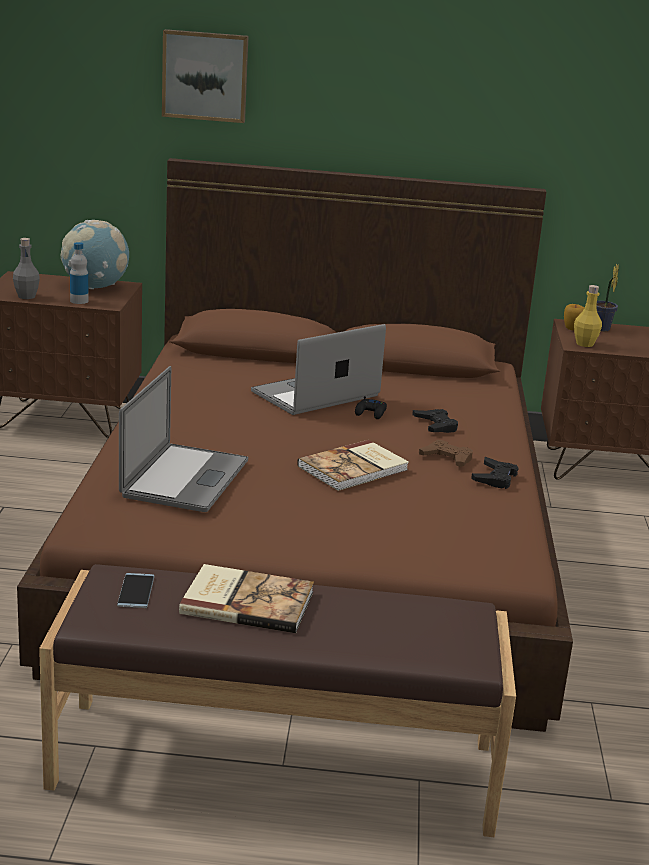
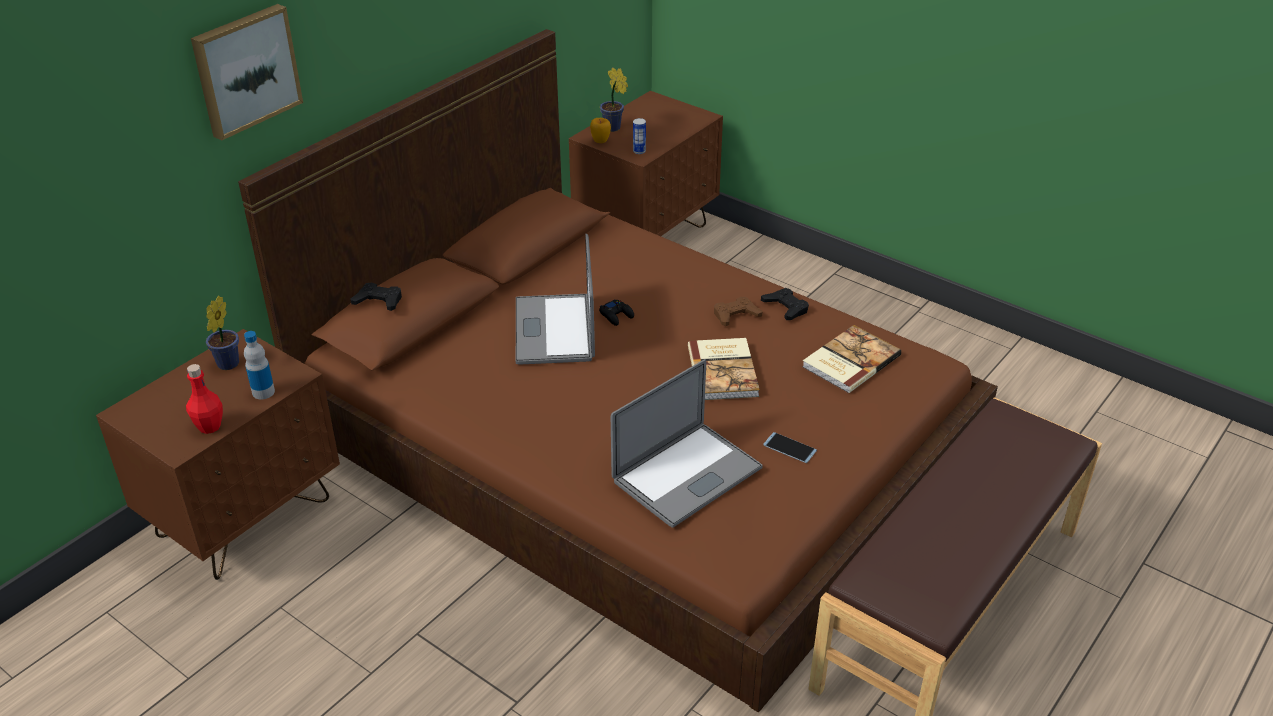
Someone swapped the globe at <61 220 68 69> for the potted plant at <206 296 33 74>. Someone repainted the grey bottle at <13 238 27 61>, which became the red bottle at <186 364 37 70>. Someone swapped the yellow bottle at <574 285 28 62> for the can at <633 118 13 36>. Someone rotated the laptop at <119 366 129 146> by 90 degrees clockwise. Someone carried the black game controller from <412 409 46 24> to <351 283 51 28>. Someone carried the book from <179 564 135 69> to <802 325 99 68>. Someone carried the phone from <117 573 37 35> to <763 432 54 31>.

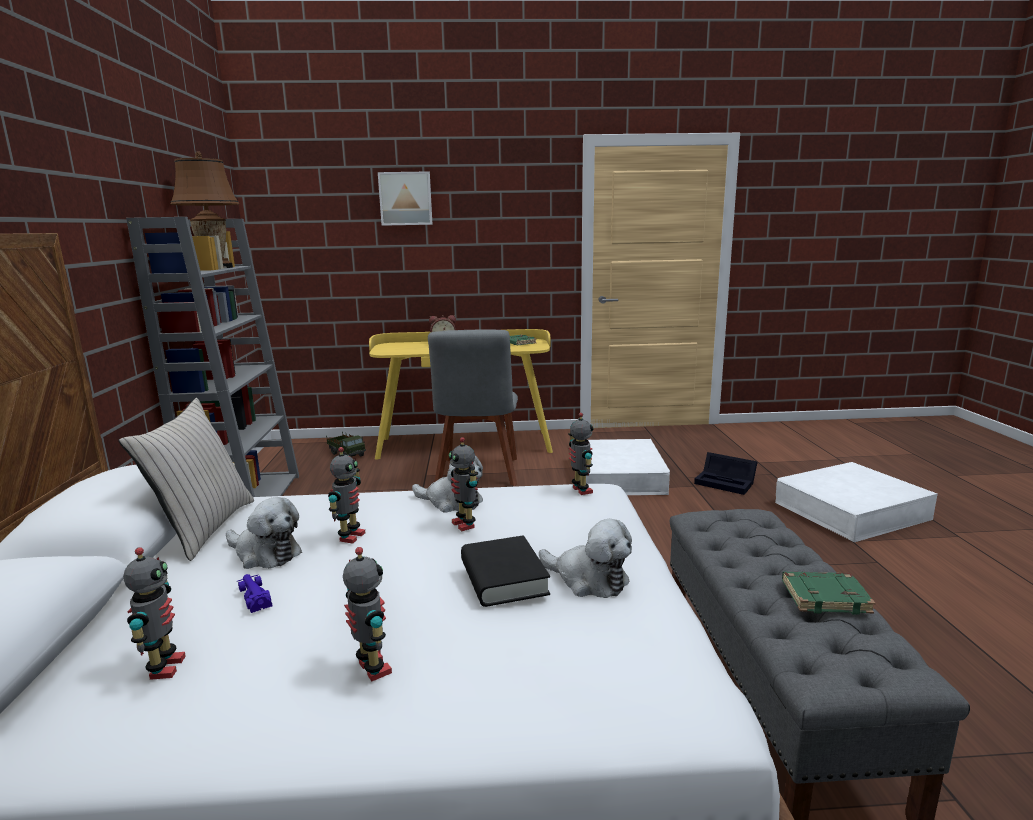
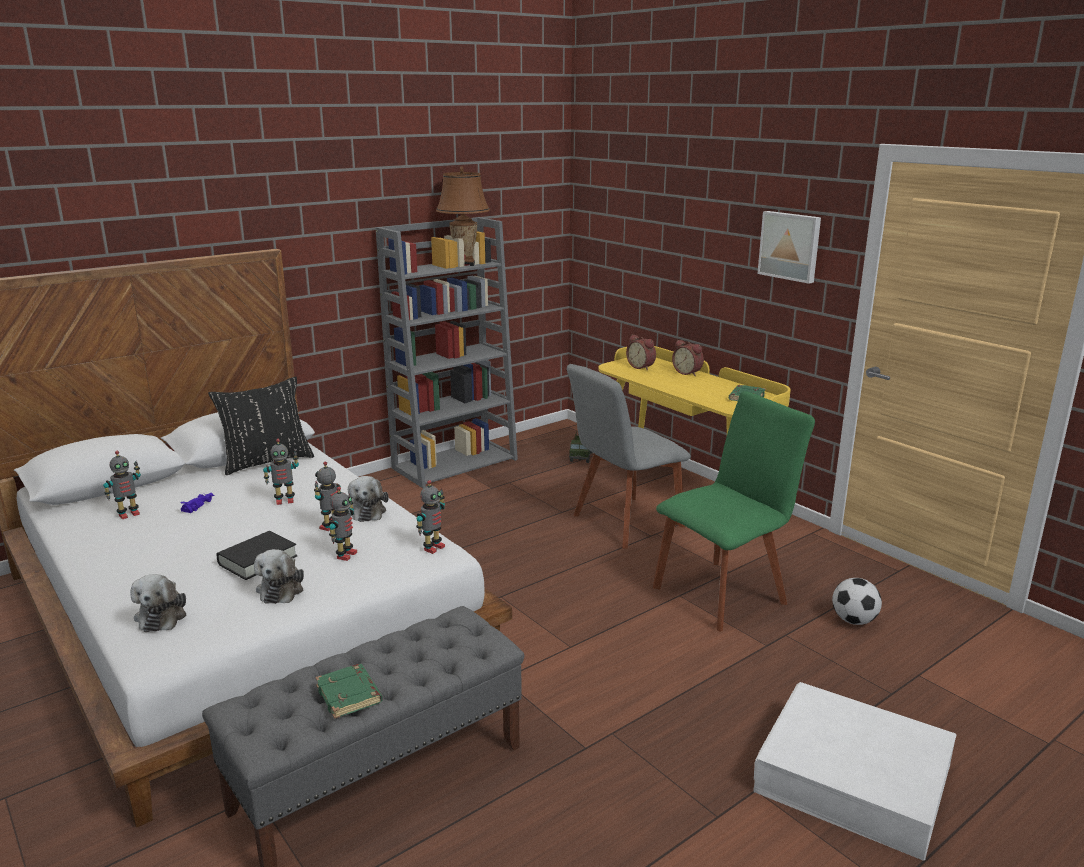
Someone carried the picture from <378 171 55 55> to <757 211 64 73>. Someone repainted the beige pillow at <119 398 135 163>, which became the black pillow at <208 376 106 99>. Someone swapped the white storage box at <586 439 84 56> for the green chair at <653 391 162 240>. Someone took away the black storage box at <694 452 64 43>. Someone carried the plush toy from <226 497 76 72> to <130 574 56 58>. Someone carried the toy robot from <343 547 49 134> to <329 486 28 75>. Someone put down the alarm clock at <626 335 30 35>. Someone put down the football at <832 578 50 47>.

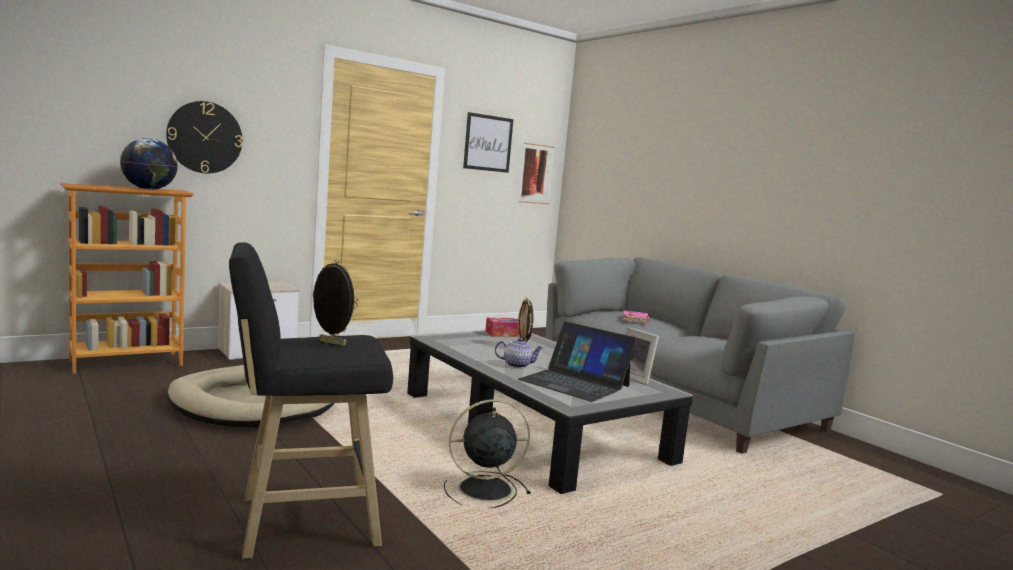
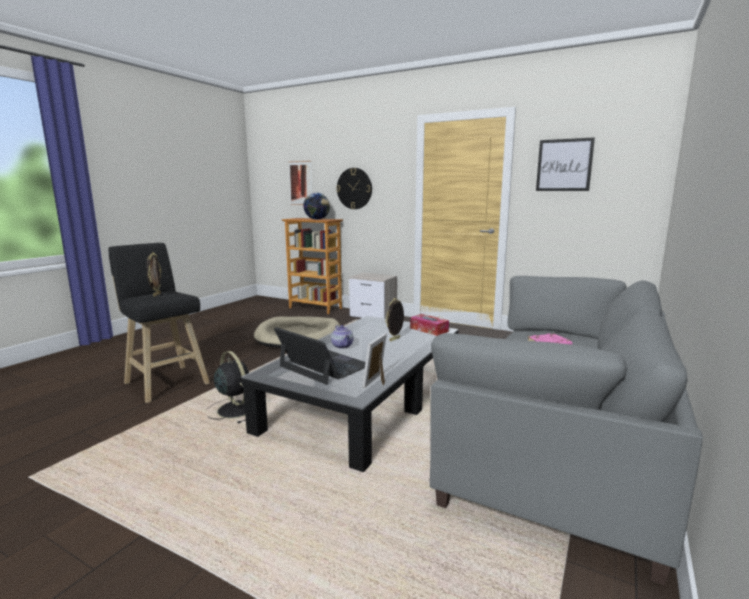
Someone carried the picture from <519 143 36 61> to <288 161 24 44>. Someone rotated the laptop at <518 321 119 81> by 120 degrees clockwise.

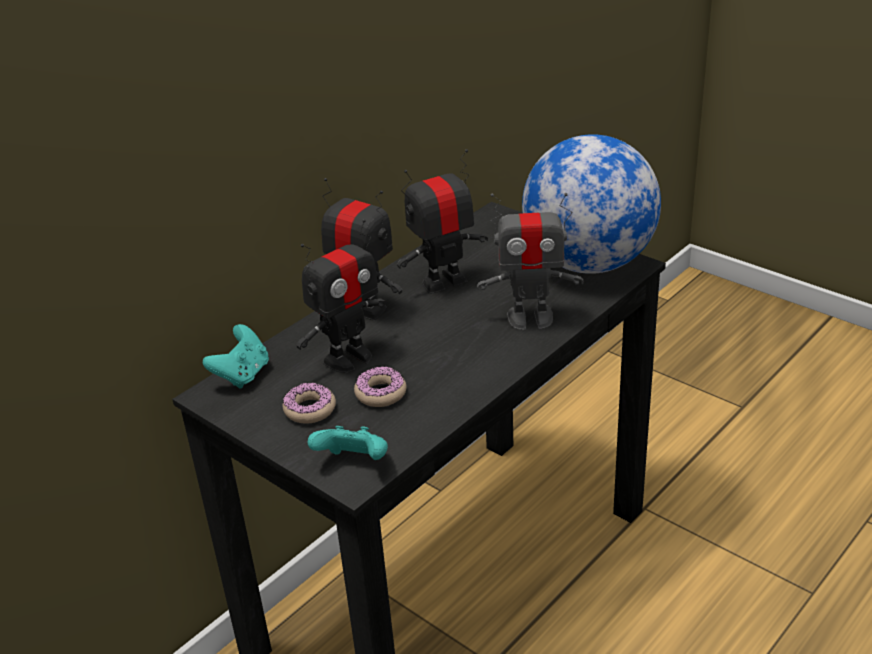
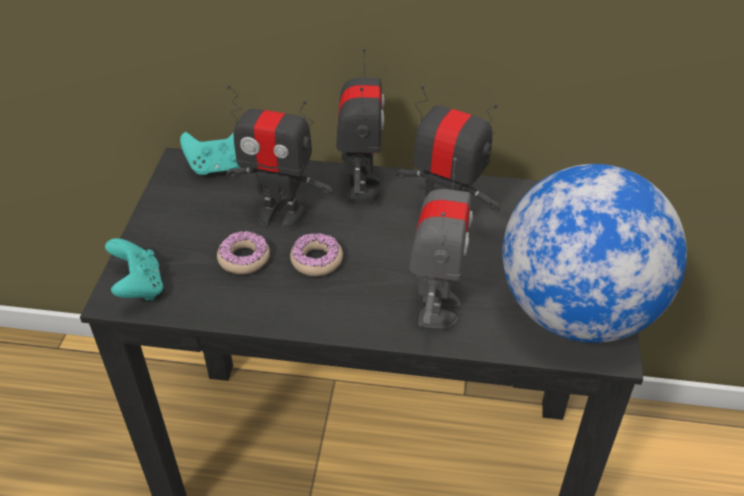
Someone rotated the toy robot at <477 193 107 137> by 135 degrees counterclockwise. Someone carried the donut from <283 382 53 41> to <290 233 53 43>.

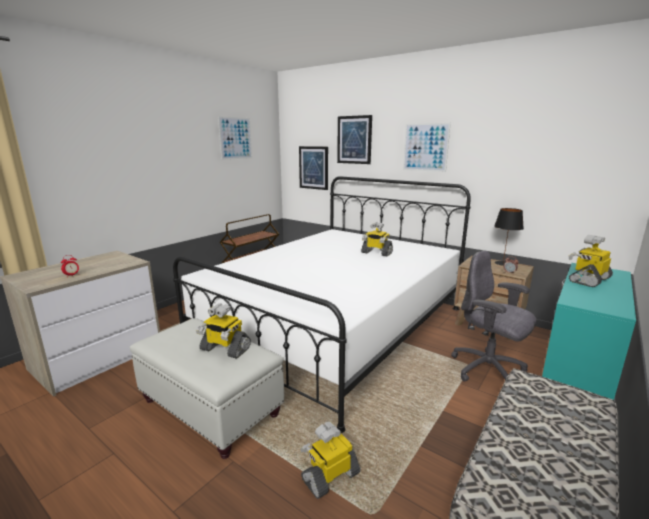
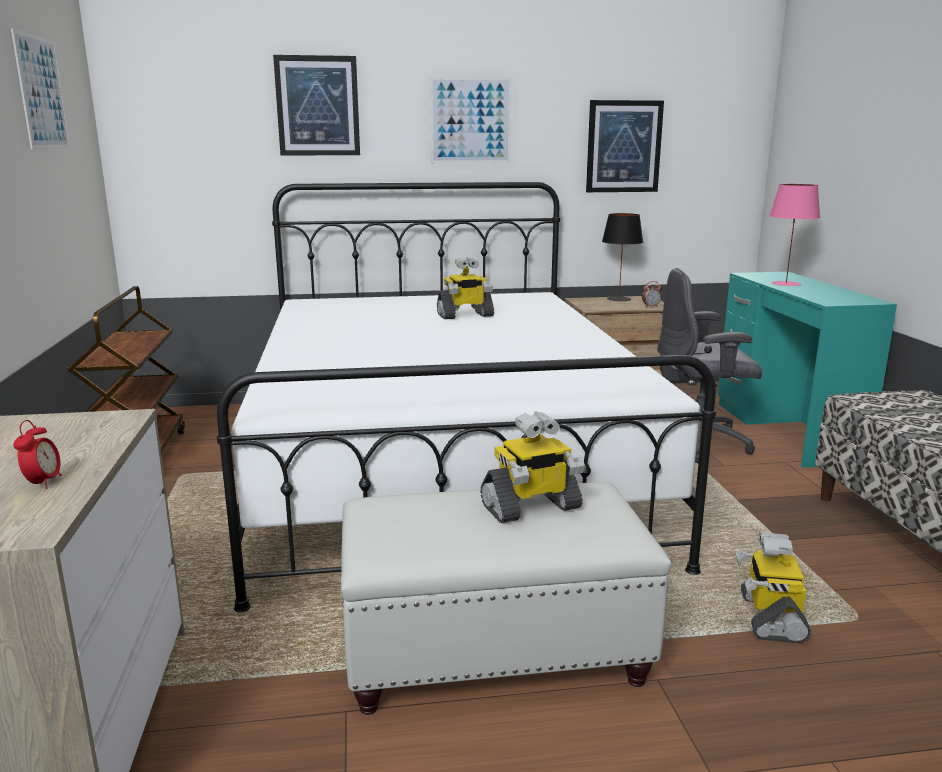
Someone carried the picture from <299 146 29 44> to <586 100 78 92>. Someone swapped the toy robot at <568 235 45 52> for the pink table lamp at <769 184 51 102>.

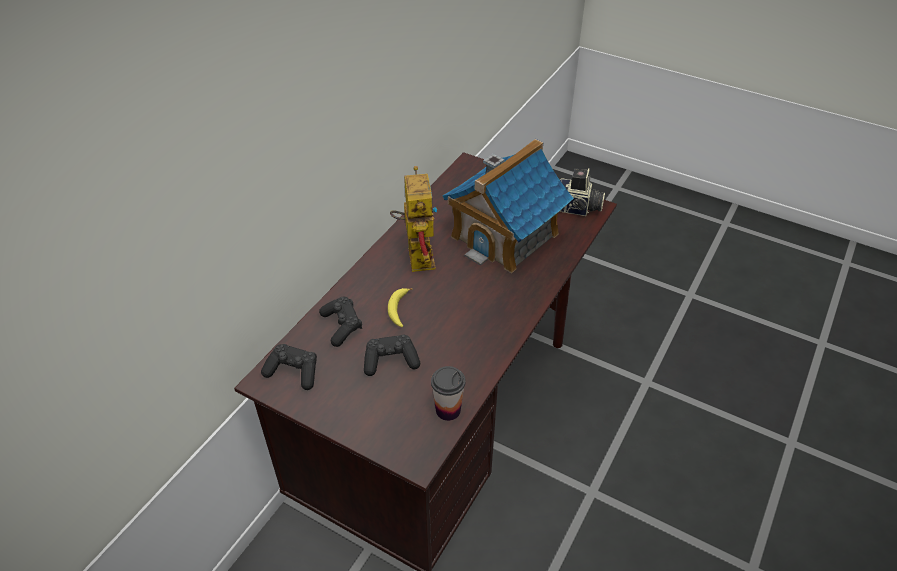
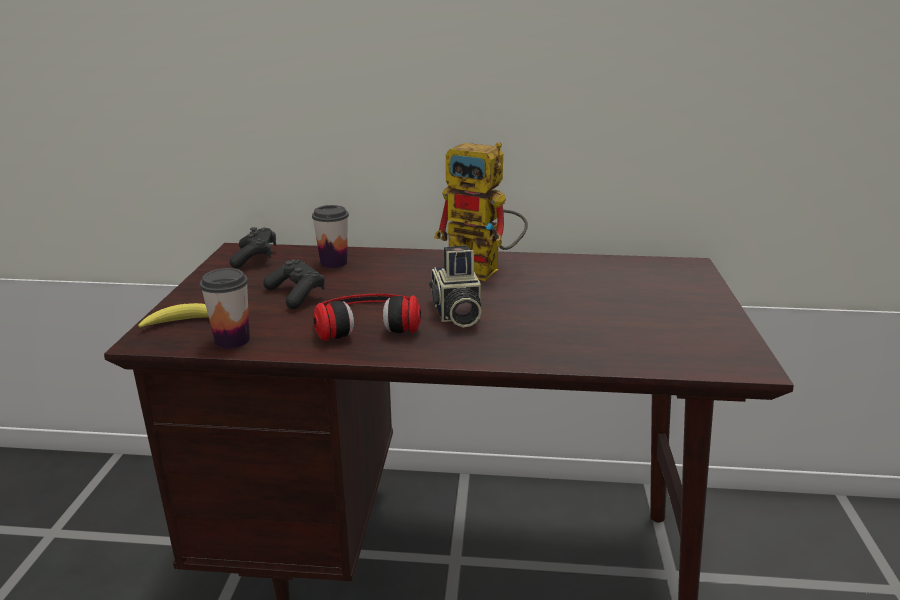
Someone took away the toy house at <443 139 131 134>. Someone rotated the toy robot at <390 166 47 106> by 60 degrees clockwise. Someone carried the photo camera from <559 168 46 48> to <429 246 53 81>. Someone carried the banana from <388 288 24 39> to <138 303 71 25>. Someone swapped the black game controller at <319 297 43 50> for the cup at <312 205 37 63>. Someone put down the headphones at <313 294 108 47>.

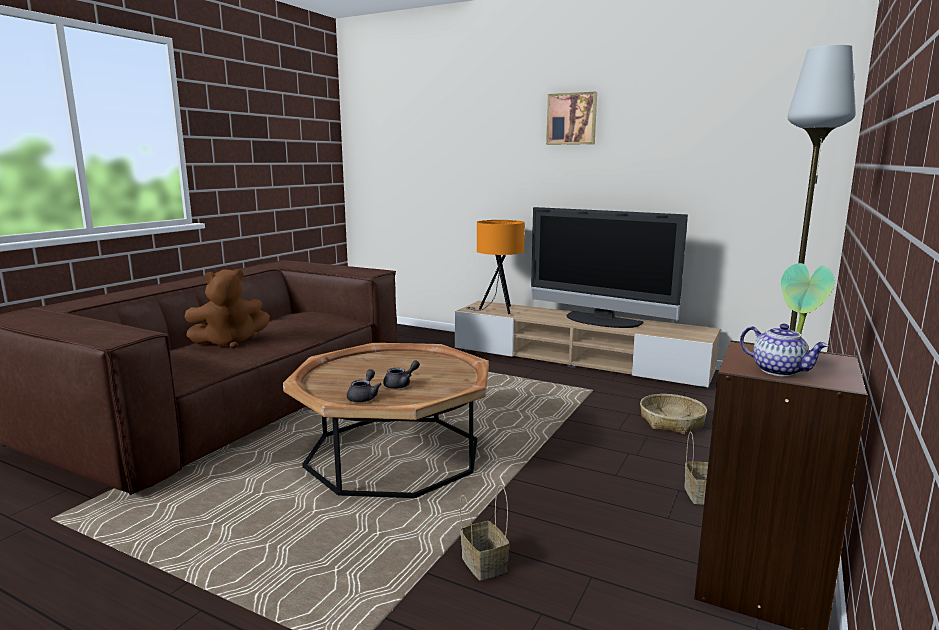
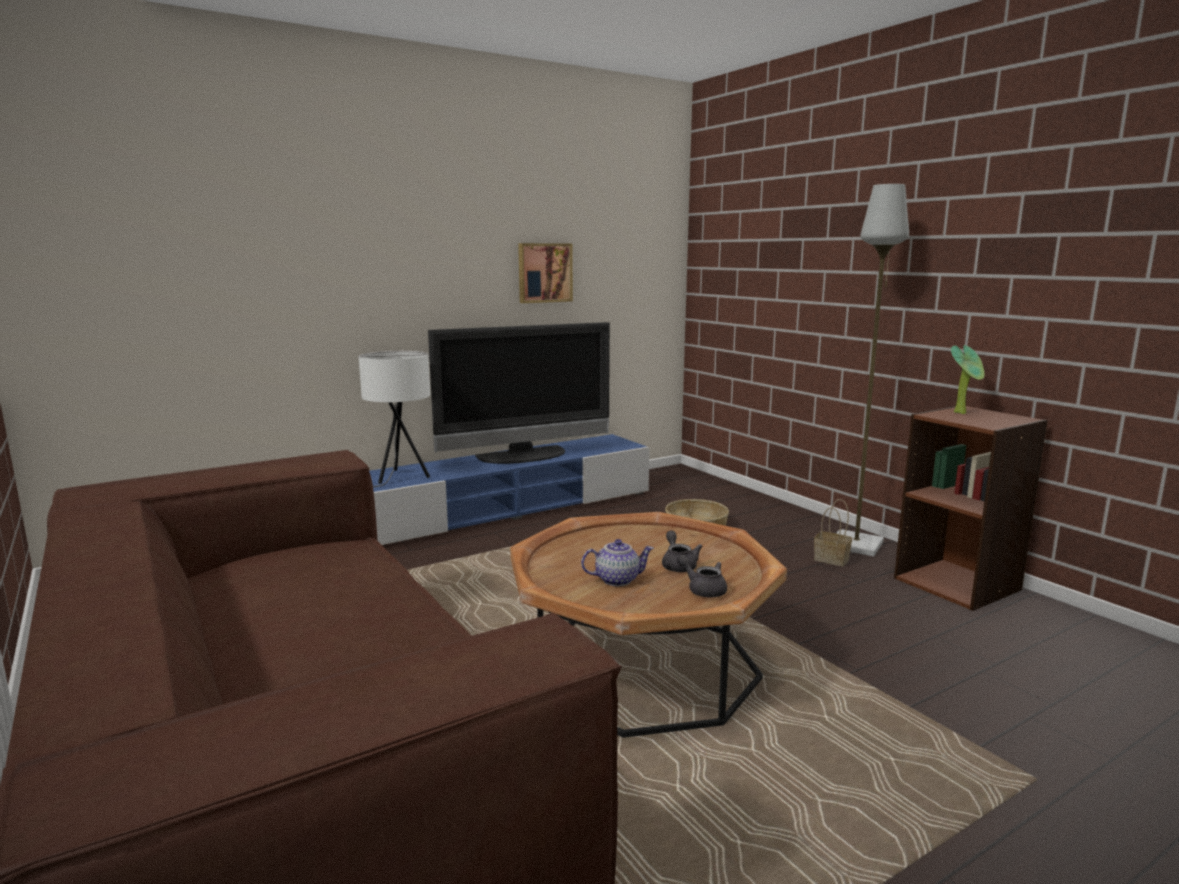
Someone carried the picture from <546 92 51 53> to <518 243 55 60>. Someone repainted the orange table lamp at <466 220 59 94>, which became the white table lamp at <359 351 71 136>. Someone took away the brown plush toy at <185 269 85 80>. Someone repainted the beige tv stand at <455 301 265 88>, which became the blue tv stand at <369 434 281 111>. Someone carried the teapot from <740 324 89 53> to <581 539 73 47>. Someone took away the basket at <460 485 50 96>.

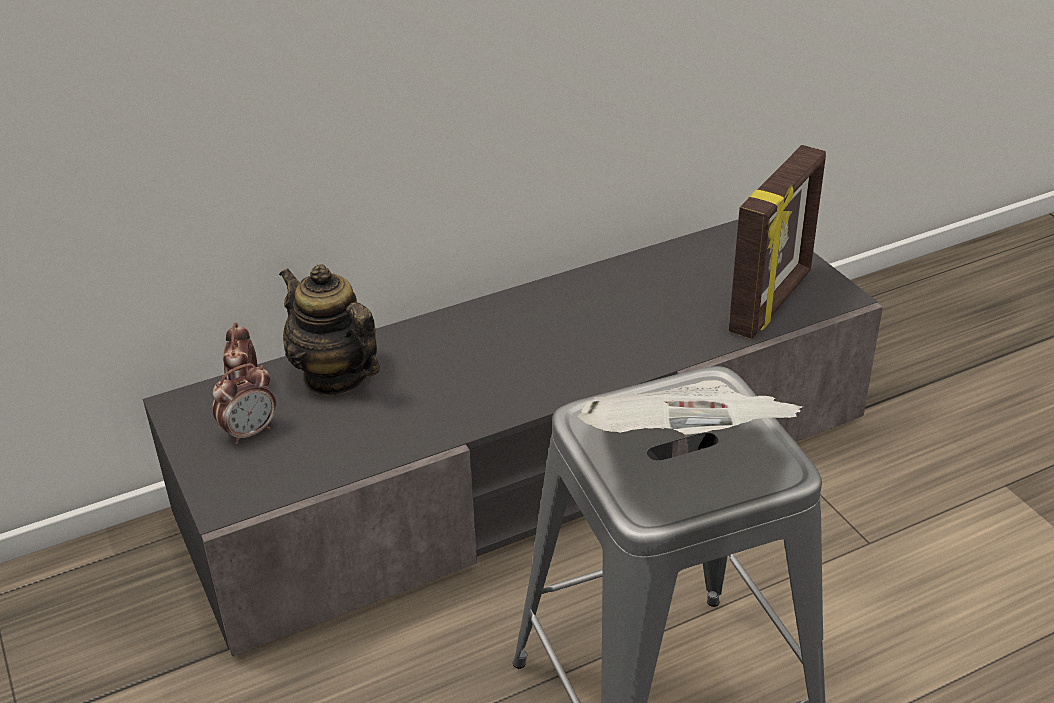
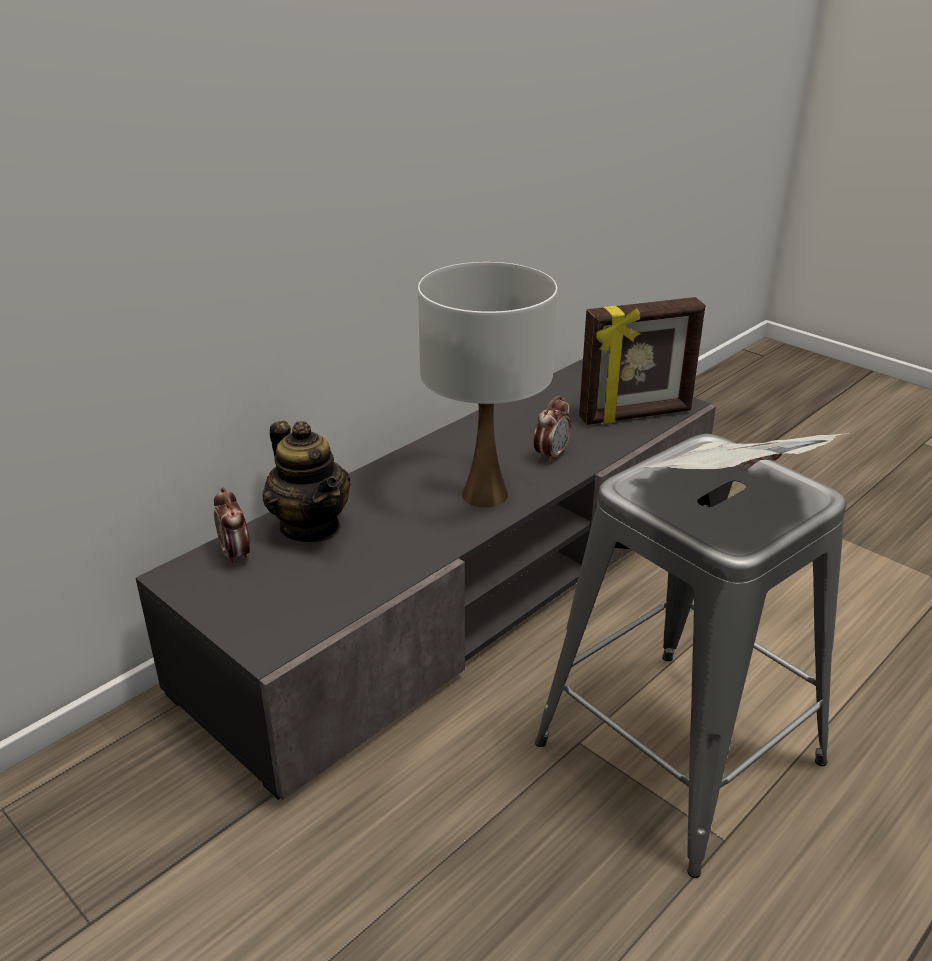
Someone rotated the picture frame at <729 145 97 194> by 60 degrees clockwise. Someone rotated the teapot at <279 264 101 132> by 150 degrees counterclockwise. Someone carried the alarm clock from <212 363 64 81> to <534 396 37 67>. Someone put down the white table lamp at <418 262 140 245>.

